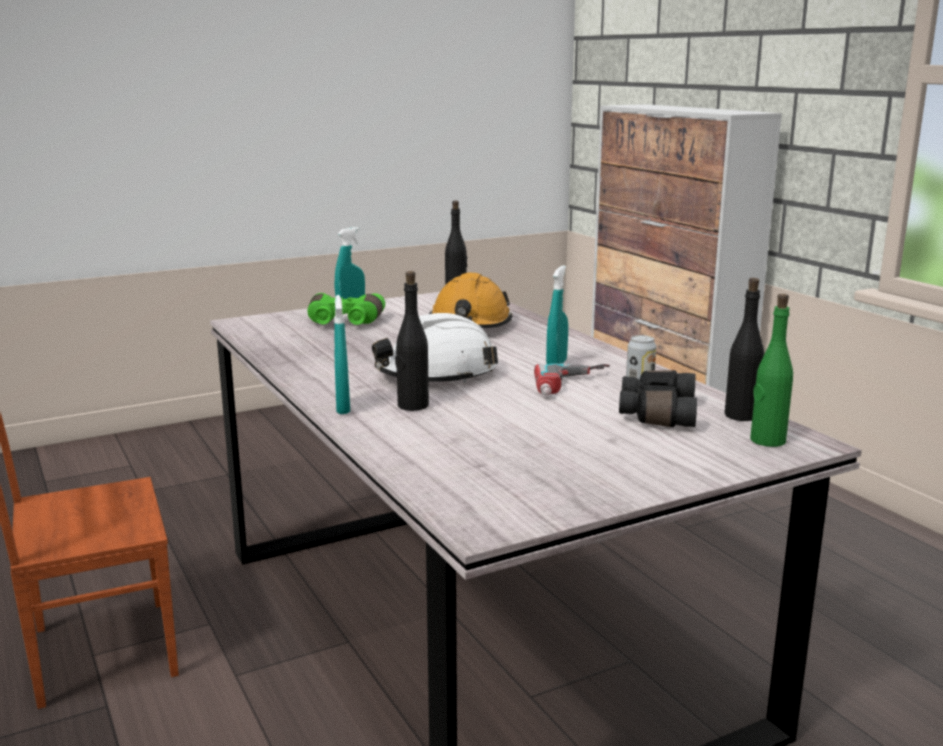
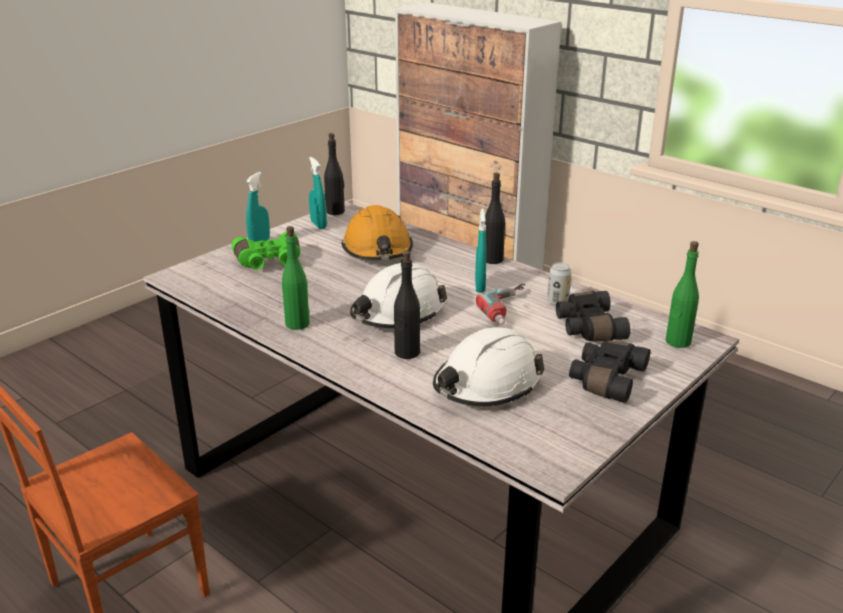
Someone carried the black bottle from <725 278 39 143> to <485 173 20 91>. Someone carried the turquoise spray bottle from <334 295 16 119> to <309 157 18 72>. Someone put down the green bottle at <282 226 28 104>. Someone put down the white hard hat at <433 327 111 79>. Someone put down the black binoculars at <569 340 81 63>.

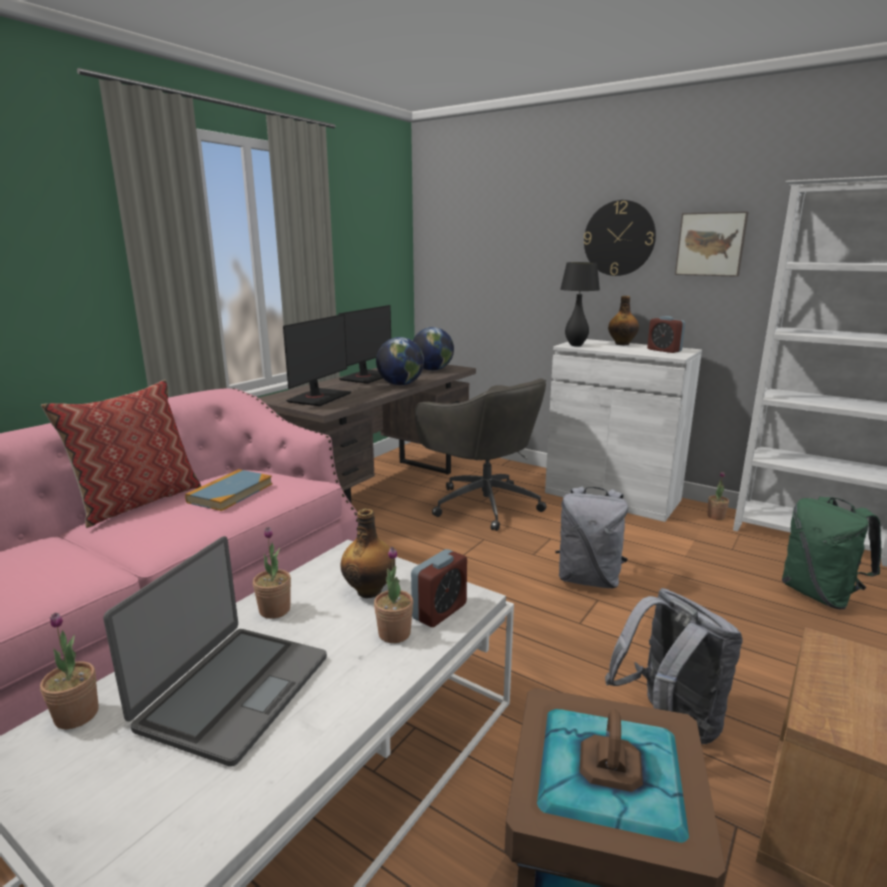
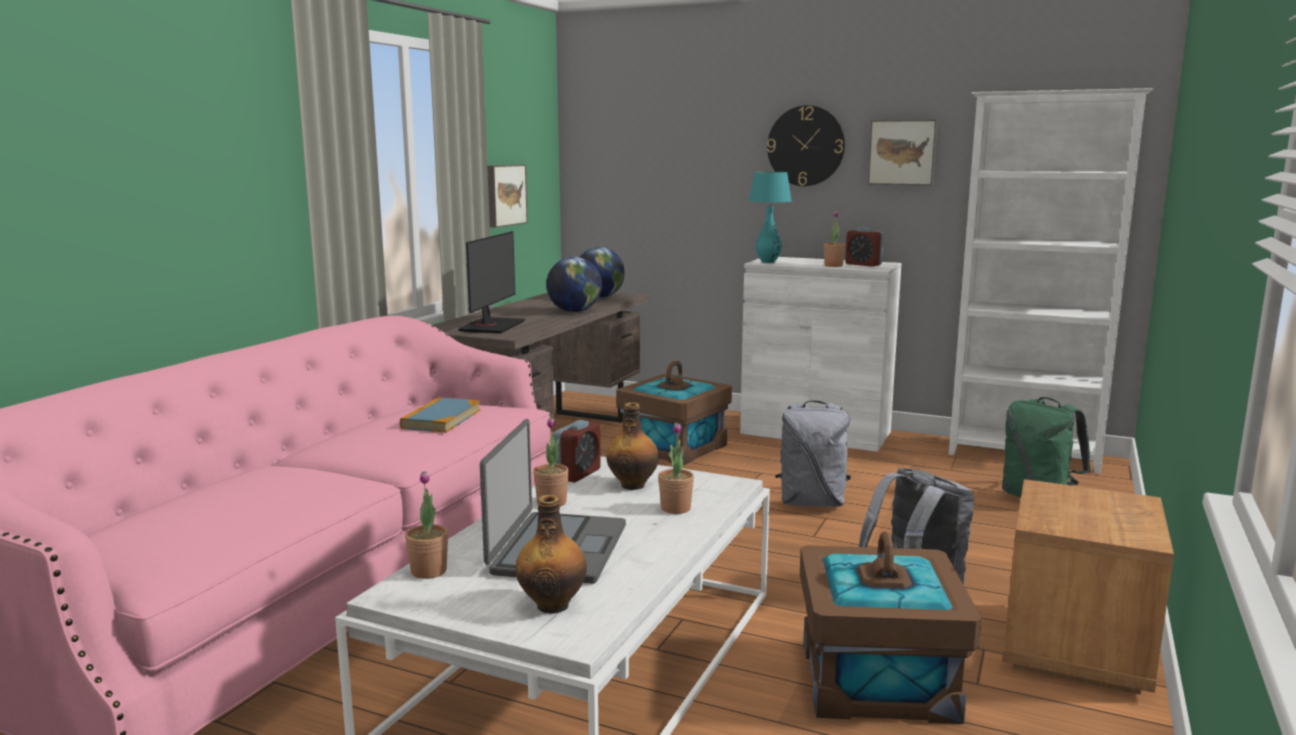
Someone repainted the black table lamp at <560 262 40 84>, which became the turquoise table lamp at <749 172 43 91>. Someone carried the bottle from <608 296 31 49> to <516 495 71 119>. Someone took away the monitor at <339 305 52 79>. Someone swapped the grey office chair at <415 378 132 153> for the brown storage box at <616 361 116 105>. Someone took away the pillow at <41 380 160 148>. Someone carried the potted plant from <708 471 21 49> to <824 211 22 56>. Someone carried the alarm clock from <411 549 56 78> to <554 420 47 63>. Someone put up the picture at <487 165 41 63>.

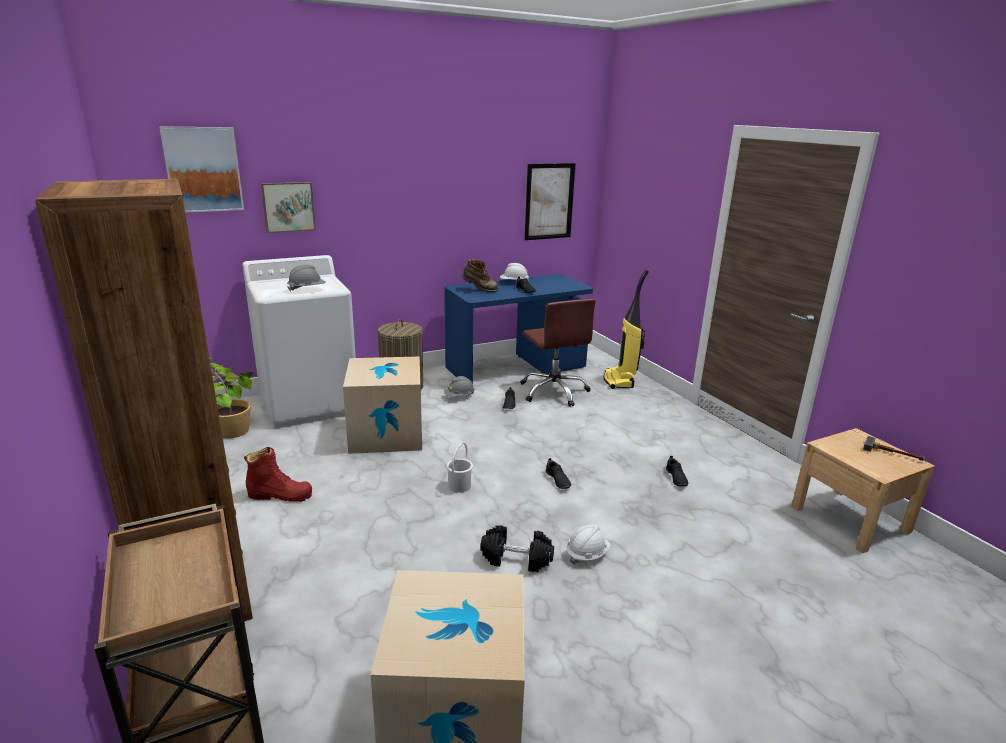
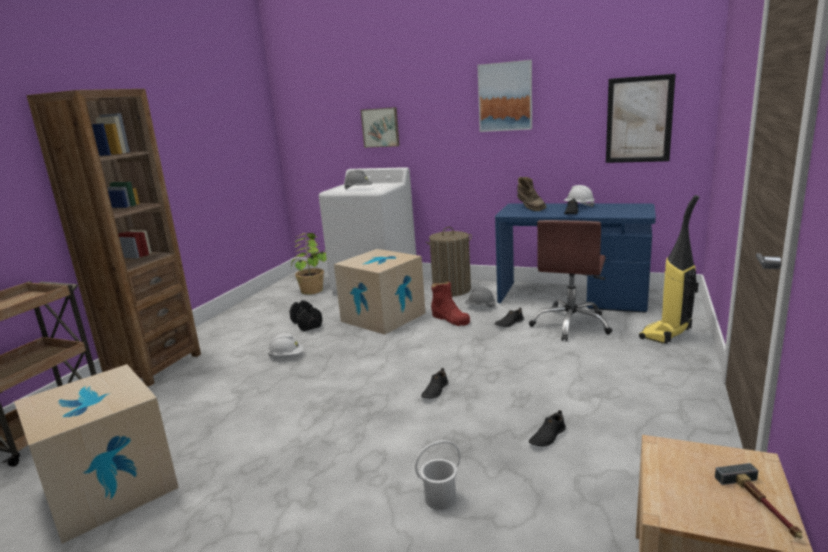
Someone carried the picture from <159 126 85 86> to <477 60 55 72>. Someone carried the white bucket from <447 442 26 51> to <415 440 45 70>. Someone carried the red boot from <244 447 68 55> to <431 281 39 45>. Someone carried the black dumbbell from <480 525 74 47> to <289 300 33 31>. Someone carried the white hard hat from <567 525 44 40> to <268 333 36 24>.

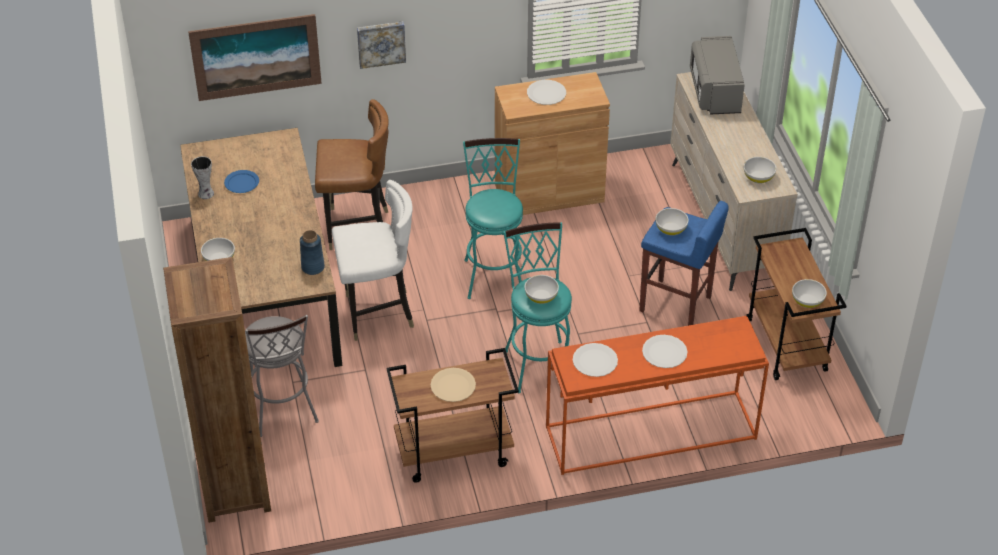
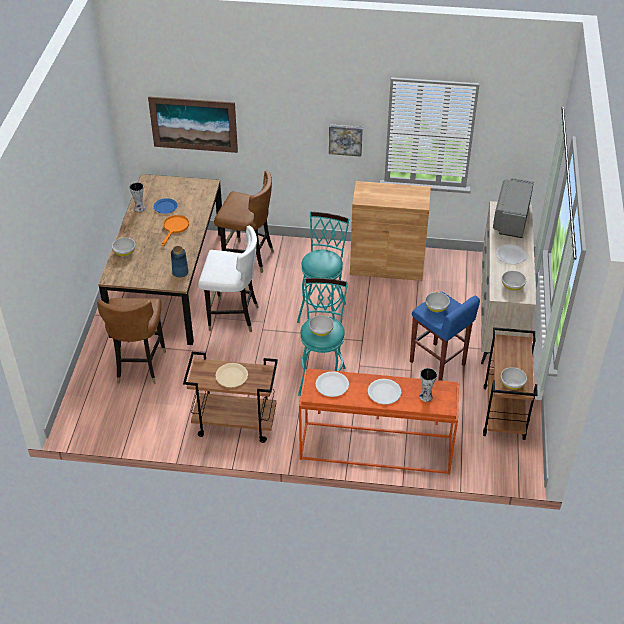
Someone carried the picture from <357 21 49 48> to <329 125 34 32>. Someone carried the white plate from <527 80 39 25> to <496 244 30 20>. Someone took away the brown bookcase at <163 257 108 266>. Someone swapped the grey stool at <245 315 74 122> for the brown chair at <97 298 69 86>. Someone put down the orange frying pan at <161 215 28 31>. Someone put down the vase at <420 368 17 34>.

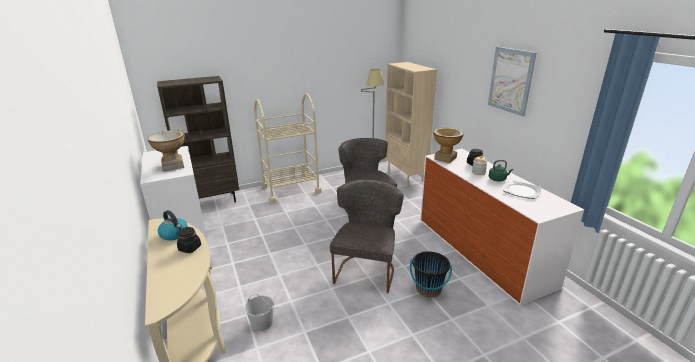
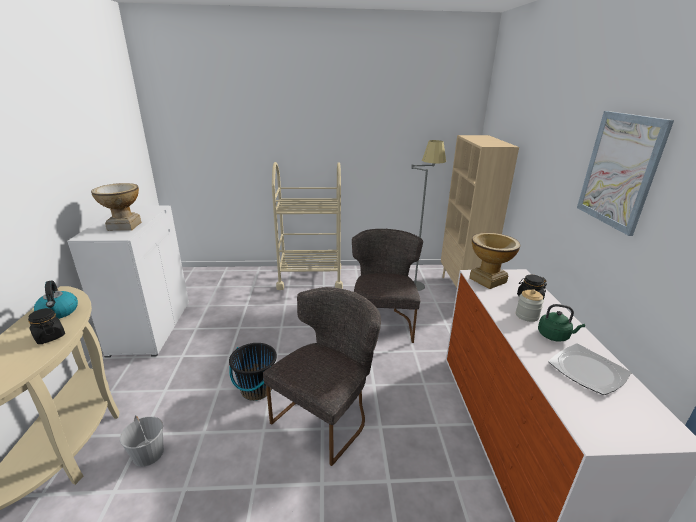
Someone took away the brown bookcase at <157 76 82 126>. Someone carried the black bucket from <410 251 42 47> to <229 343 48 58>.

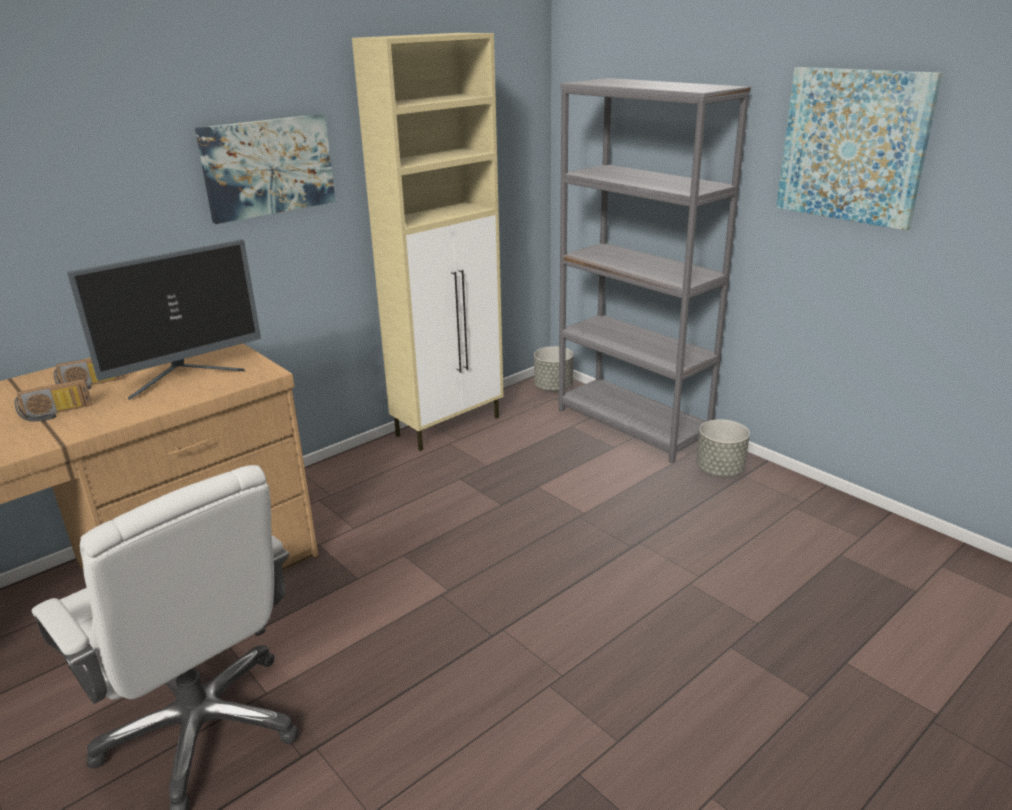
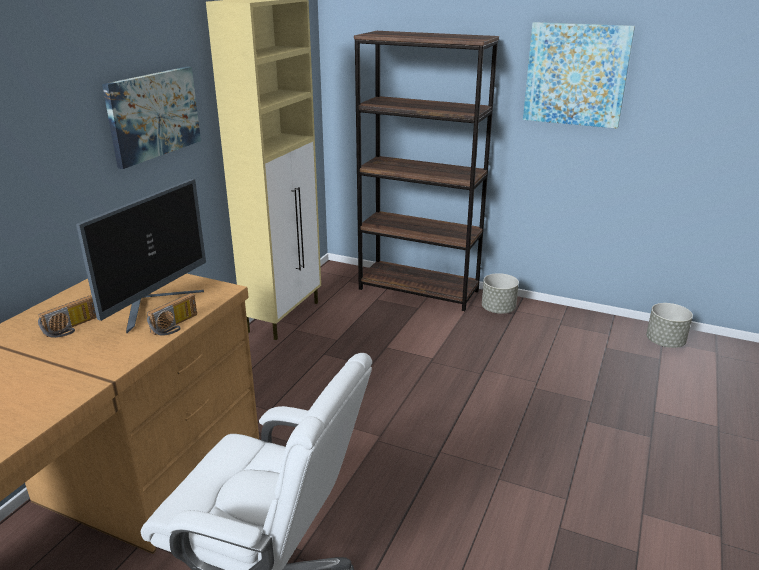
Someone repainted the grey bookcase at <559 78 192 385>, which became the brown bookcase at <354 31 145 280>. Someone carried the grey planter from <534 346 39 46> to <646 303 47 45>. Someone carried the radio from <14 379 78 43> to <147 293 50 43>.

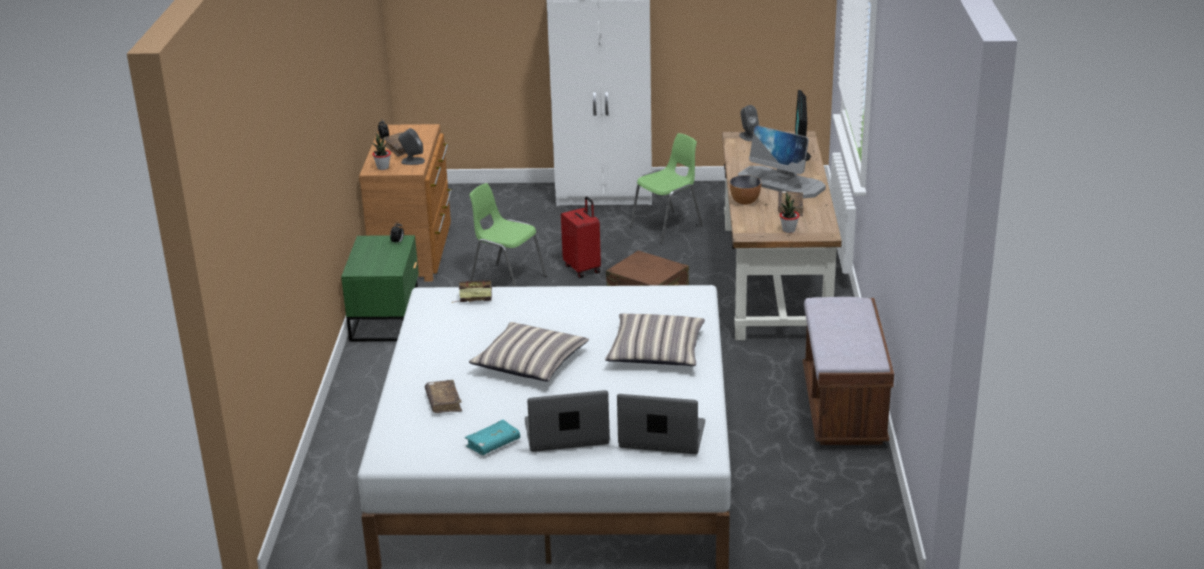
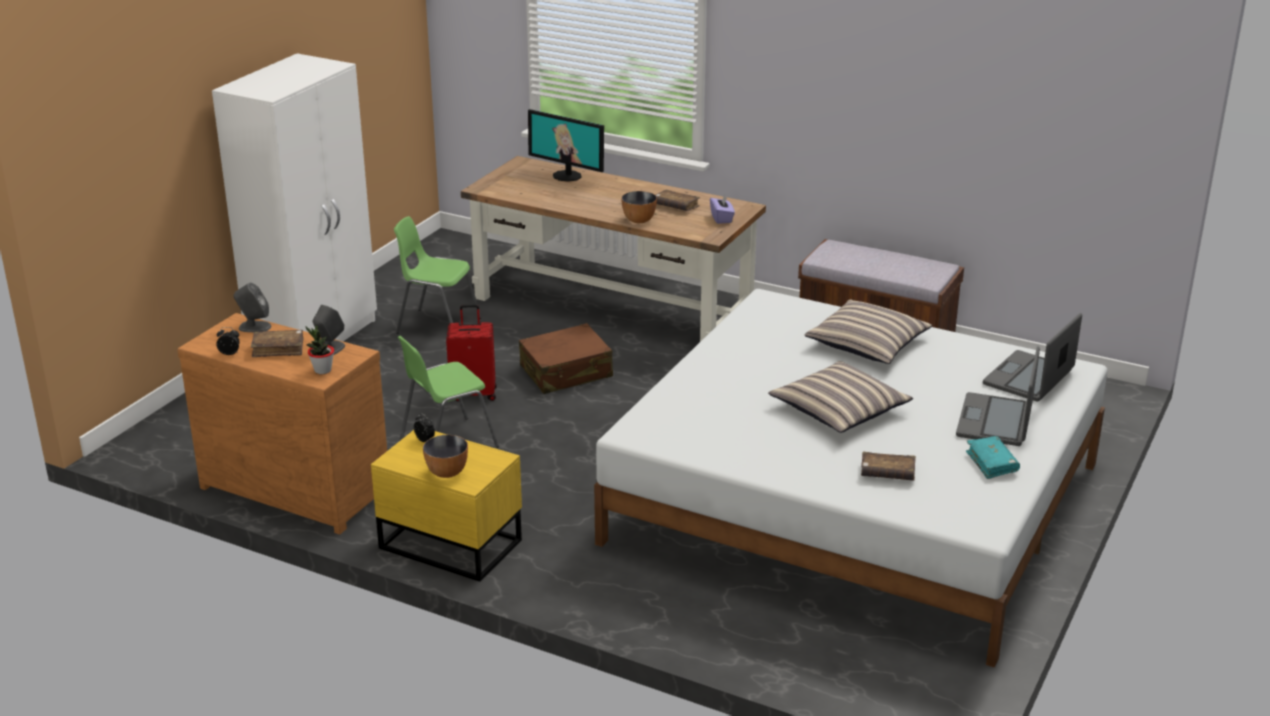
Someone carried the grey speaker from <739 105 20 36> to <234 282 37 50>. Someone took away the monitor at <738 125 88 73>. Someone rotated the green chair at <630 133 73 111> by 60 degrees counterclockwise. Someone swapped the potted plant at <780 192 20 41> for the purple tissue box at <710 194 25 30>. Someone repainted the green nightstand at <341 235 78 106>, which became the yellow nightstand at <371 430 151 152>. Someone took away the book at <452 280 40 23>. Someone put down the bowl at <423 435 45 43>.

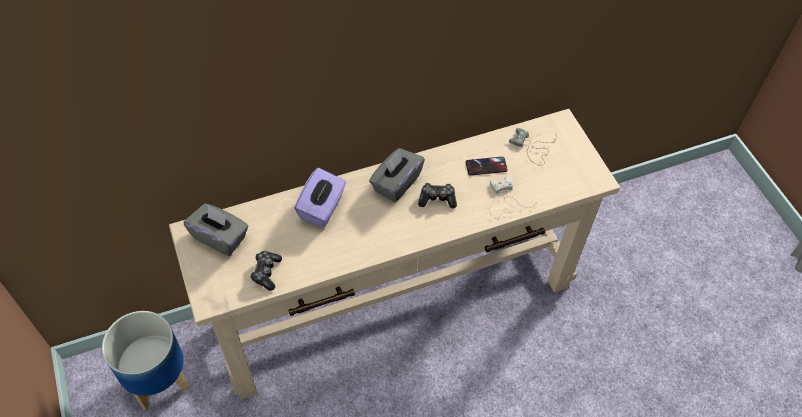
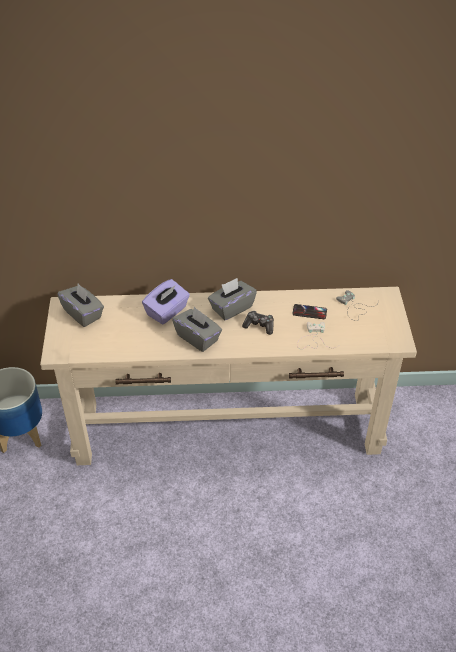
Someone took away the game controller at <250 251 32 40>. Someone put down the grey tissue box at <172 307 50 45>.

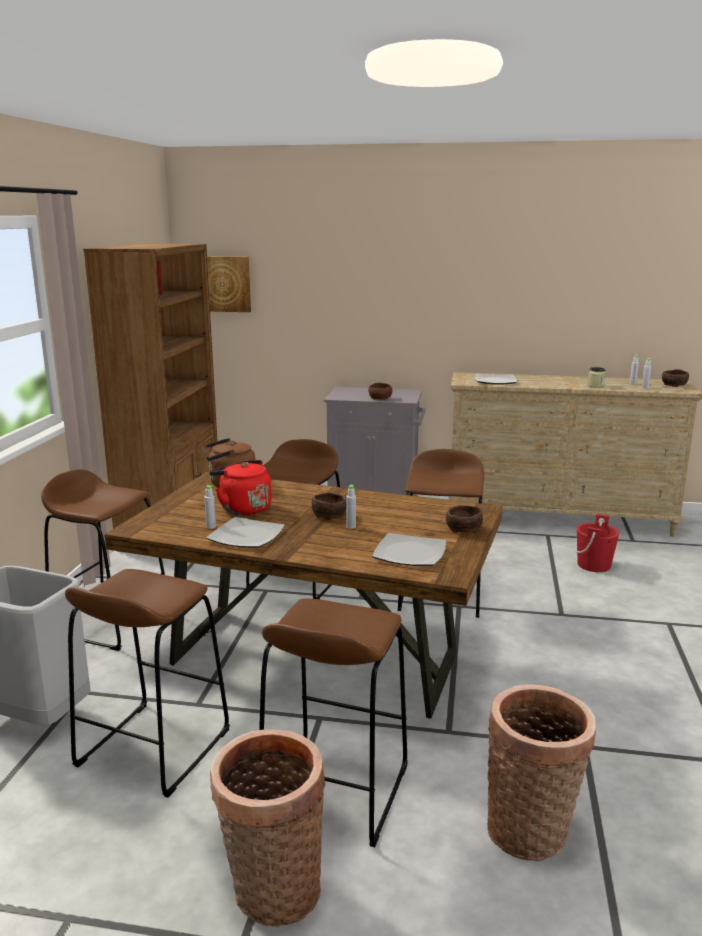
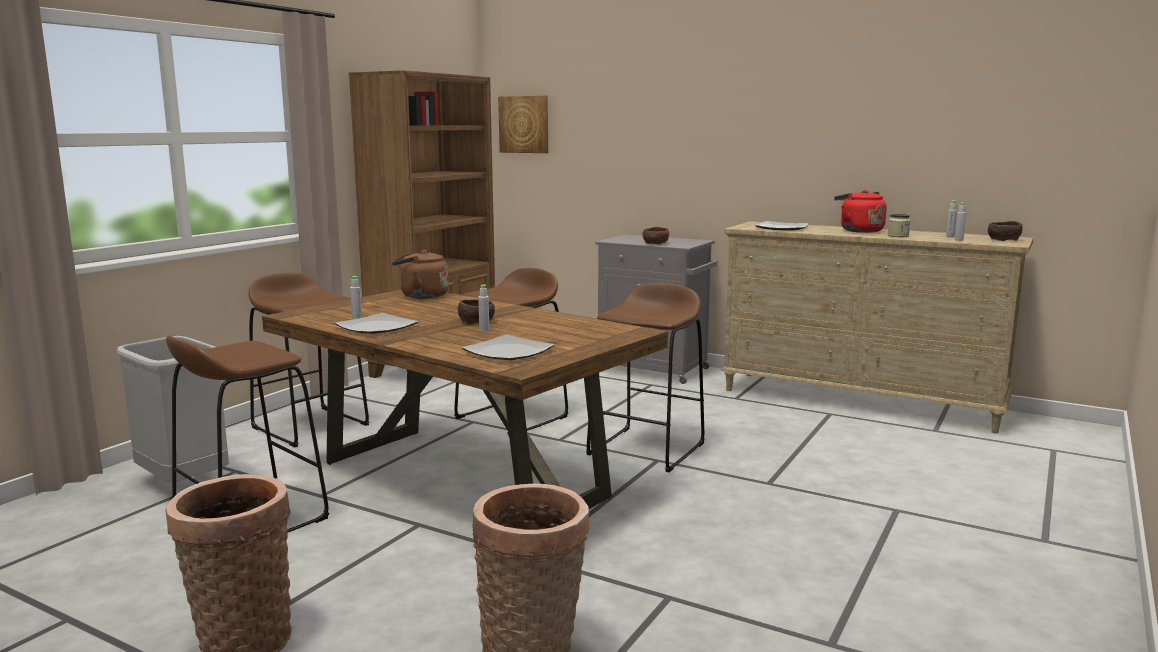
Someone carried the red kettle from <209 460 63 56> to <834 190 53 43>. Someone took away the brown bowl at <446 505 37 28>. Someone took away the red bucket at <575 514 44 58>. Someone took away the brown stool at <259 599 149 248>.

